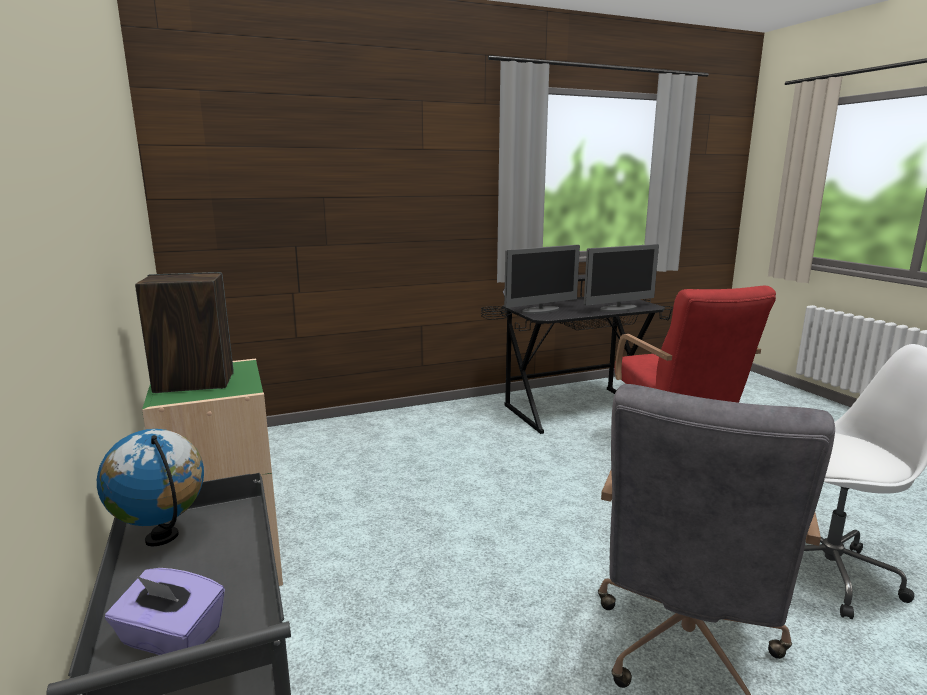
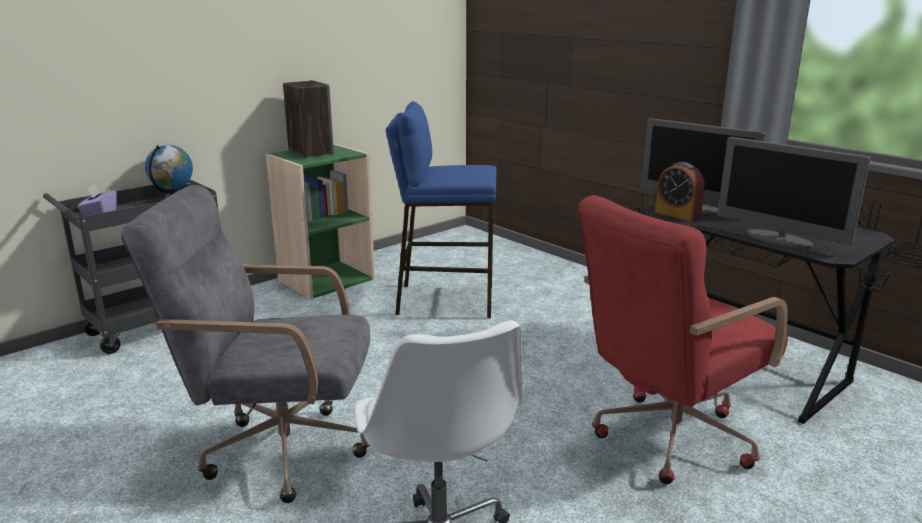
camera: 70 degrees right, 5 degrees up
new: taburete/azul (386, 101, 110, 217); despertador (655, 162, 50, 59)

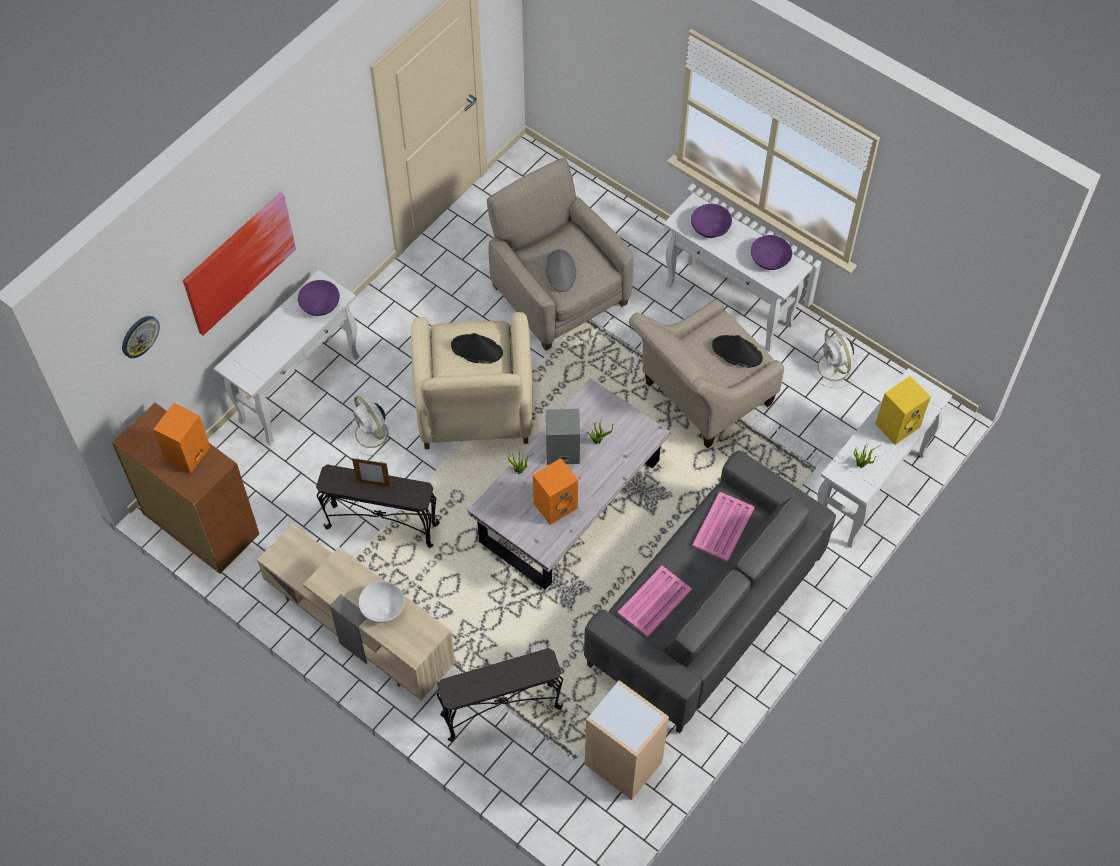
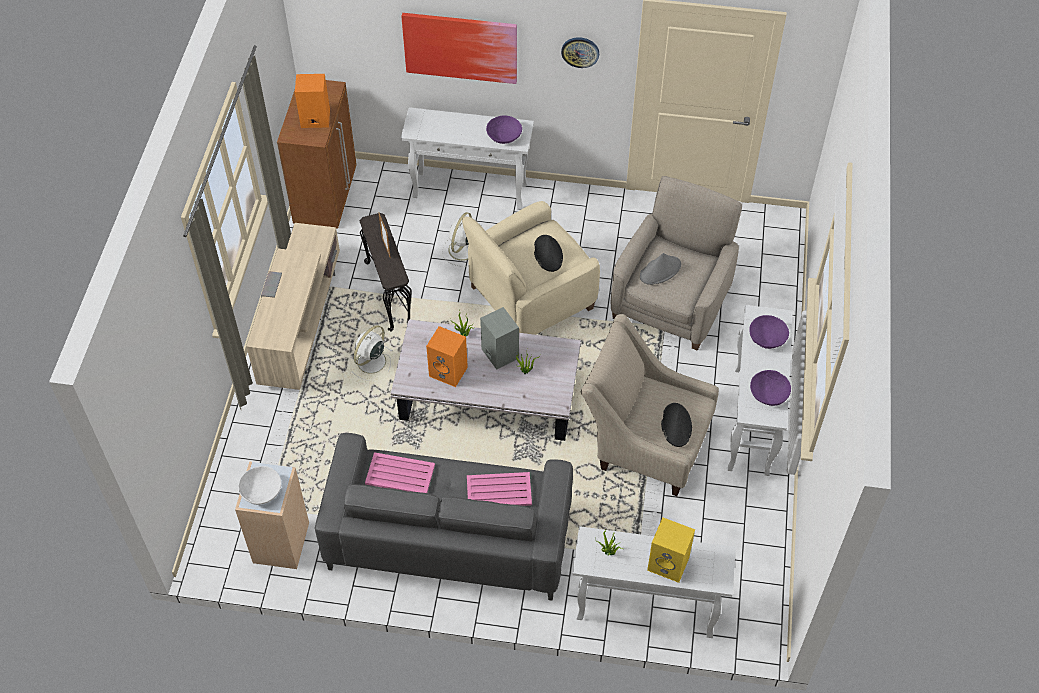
camera: 60 degrees right, 5 degrees down
gone: mesa auxiliar/negro (437, 648, 126, 94)
shifted: reloj de pared (122, 316, 38, 42) to (561, 37, 38, 31); cuenco/blanco (359, 581, 45, 42) to (238, 466, 43, 39); ventilador/blanco (810, 328, 49, 60) to (354, 325, 39, 56)

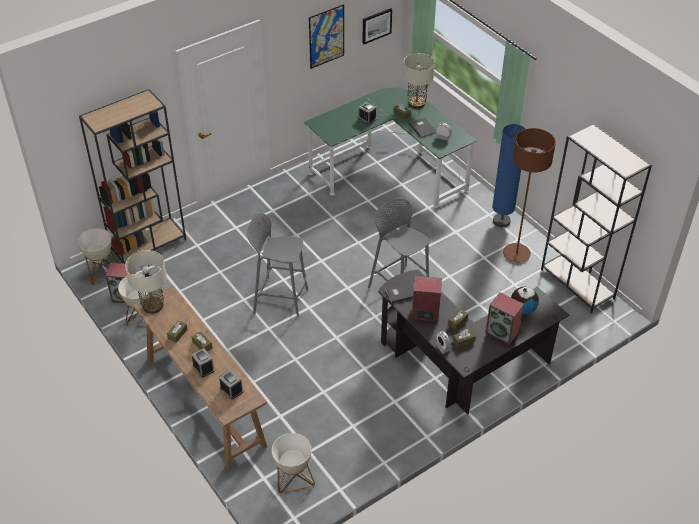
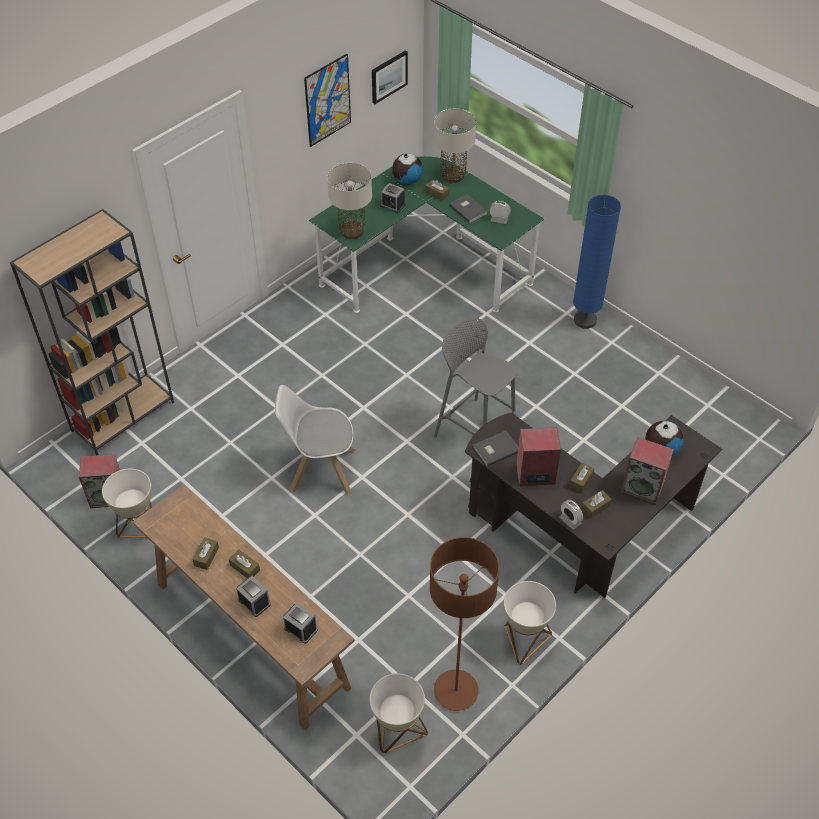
camera: 10 degrees left, 5 degrees up
gone: estantería (541, 123, 111, 190)
new: globo terráqueo (392, 153, 31, 32)
shifted: maceta (78, 228, 39, 57) to (504, 581, 52, 84); lámpara de mesa (125, 250, 42, 64) to (327, 163, 45, 76); lámpara de pie/marrón (503, 128, 53, 135) to (430, 537, 69, 174)
swapped: taburete/gris (247, 213, 61, 104) to silla (275, 385, 80, 110)

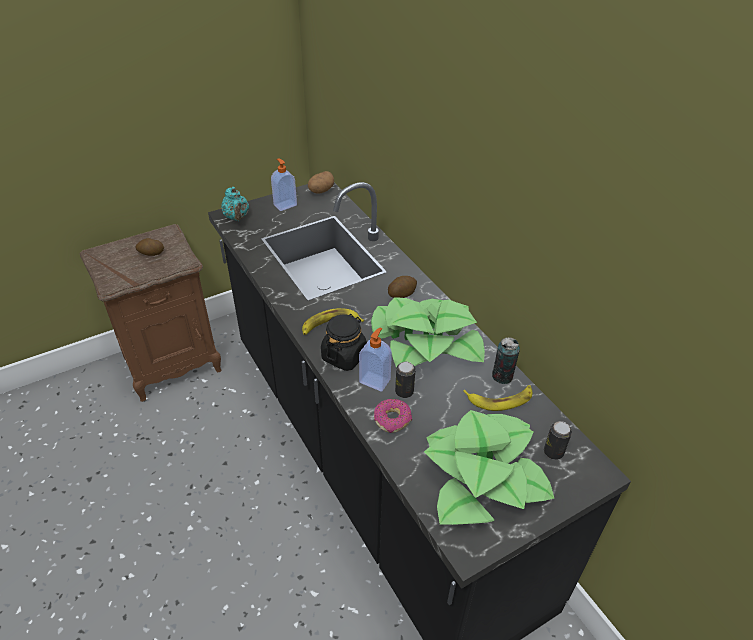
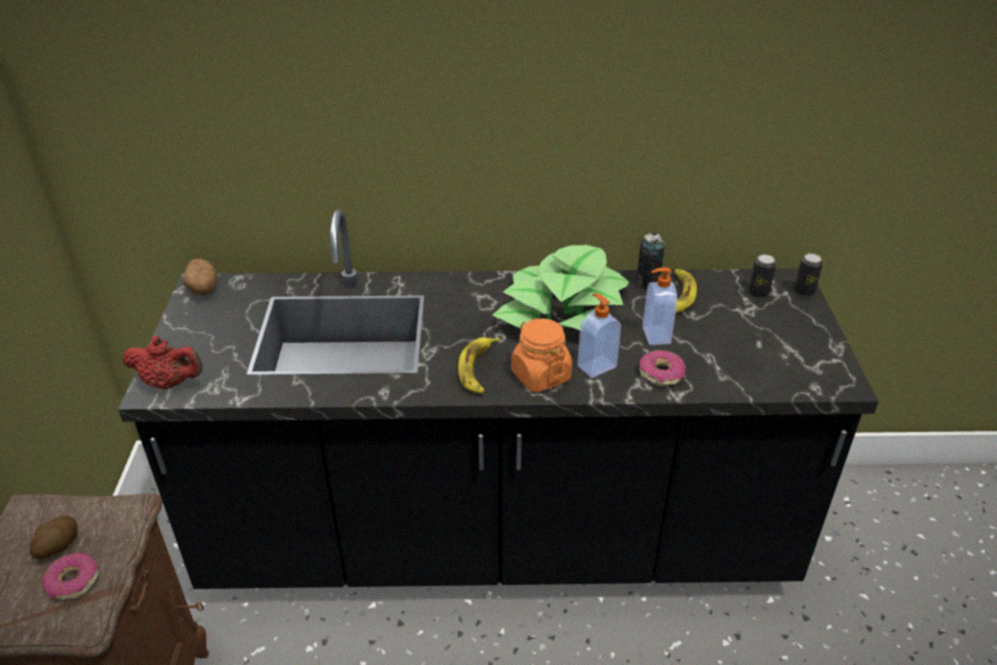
camera: 60 degrees left, 5 degrees down
gone: patata (388, 276, 29, 22); planta en maceta (424, 410, 130, 115)
new: rosquilla (42, 553, 56, 47)
shifted: dispensador de jabón (271, 158, 26, 53) to (643, 267, 34, 78); lata (395, 362, 21, 36) to (794, 253, 29, 44)
repainted: tetera/turquesa (221, 187, 28, 34) to tetera/rojo (123, 336, 80, 53); tarro/negro (321, 314, 46, 57) to tarro/naranja (511, 318, 61, 74)

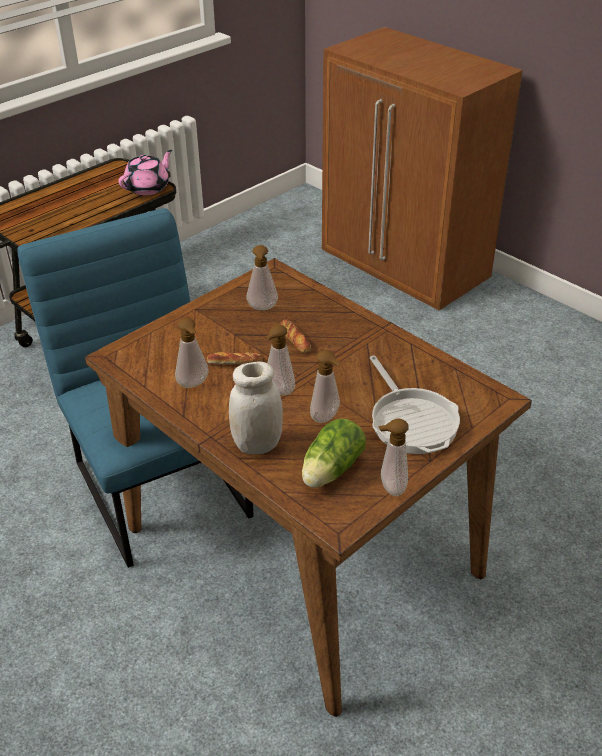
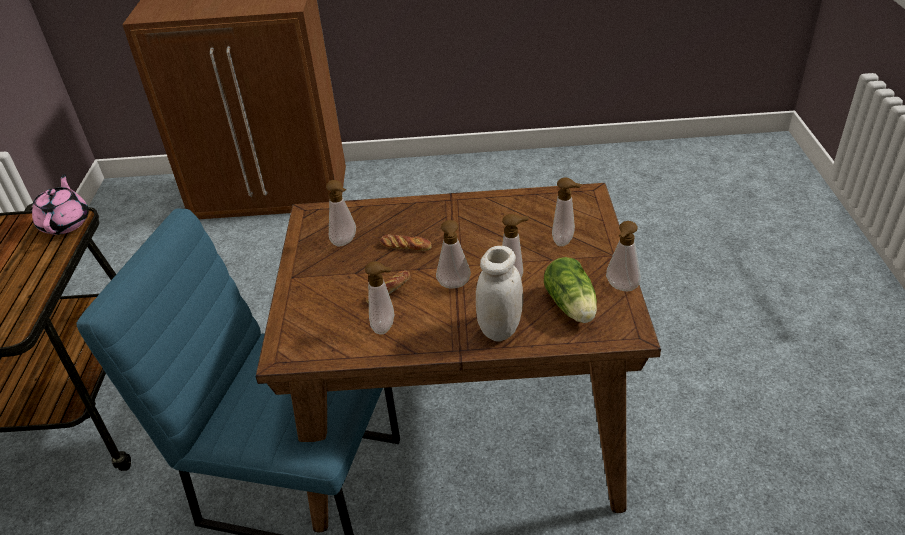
camera: 45 degrees left, 0 degrees up
swapped: sartén (370, 355, 90, 99) to dispensador de jabón (552, 177, 30, 69)

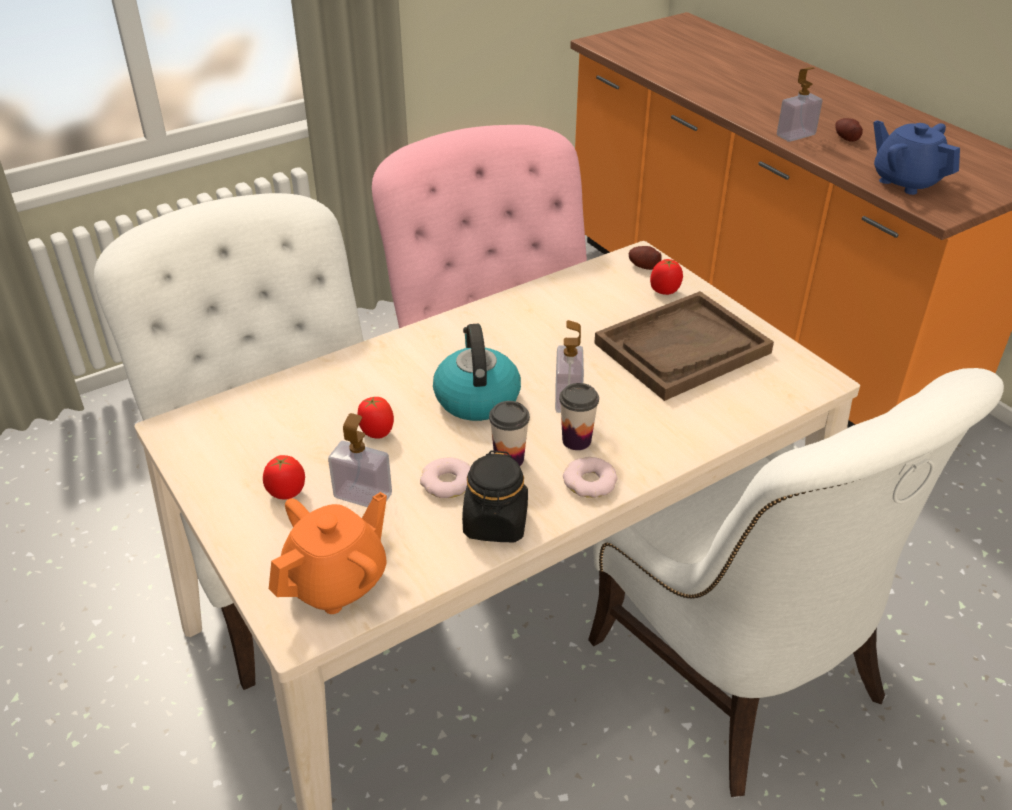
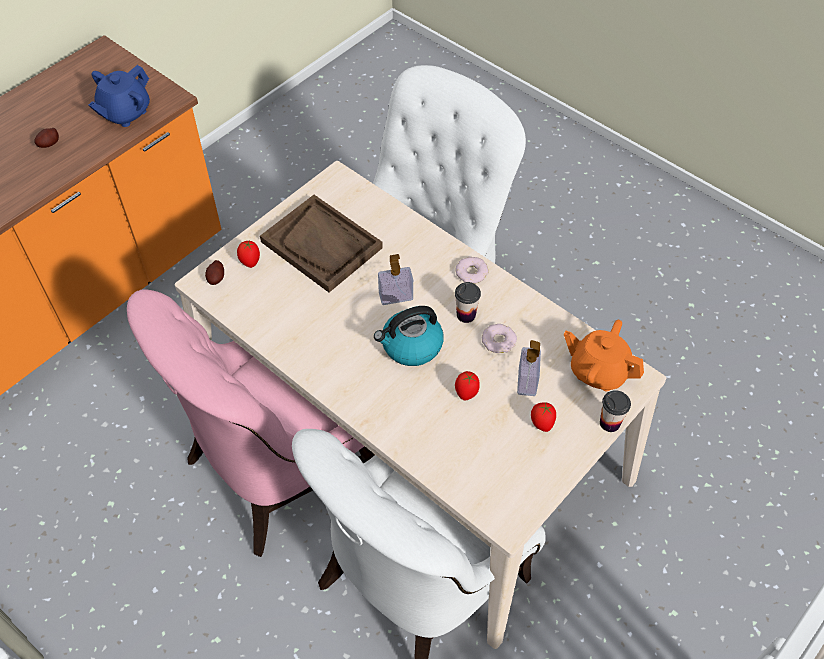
camera: 105 degrees left, 15 degrees up
gone: tarro/negro (462, 450, 66, 92); dispensador de jabón (777, 67, 45, 75)
shifted: taza (559, 383, 40, 67) to (600, 390, 31, 42)

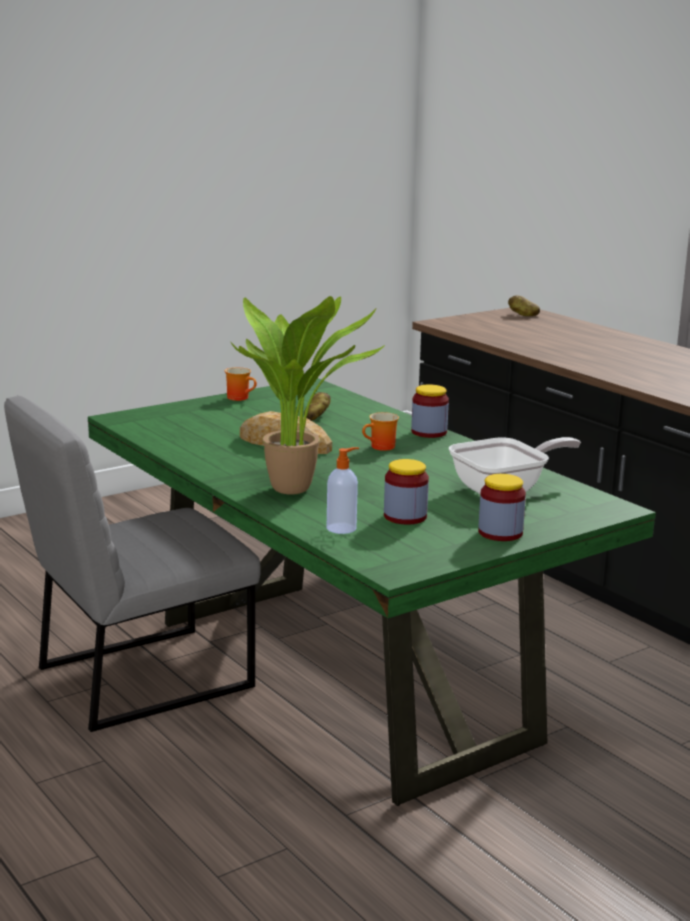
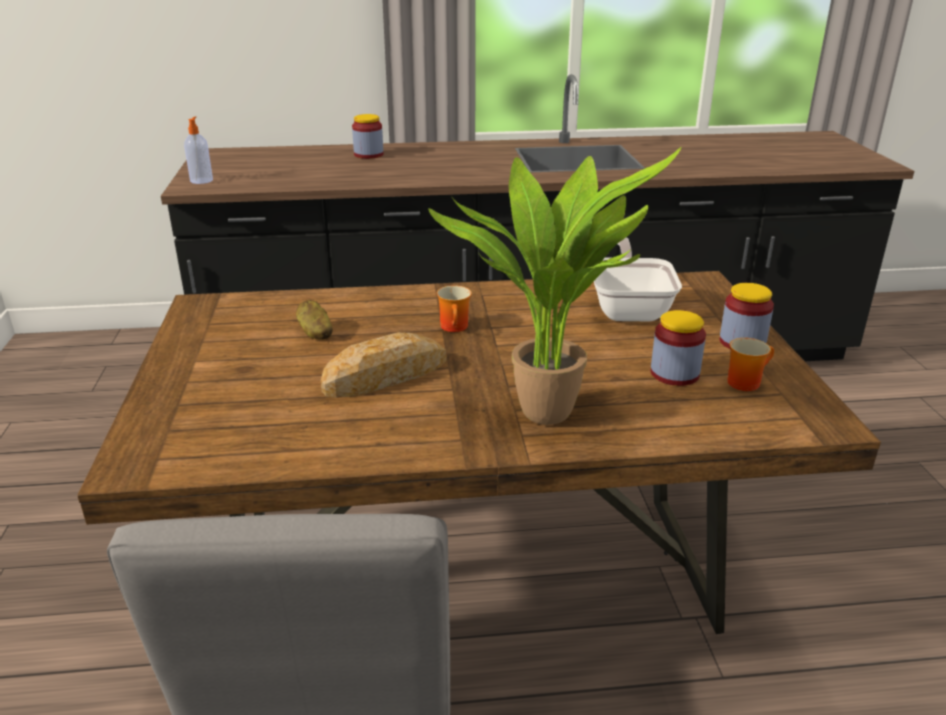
camera: 60 degrees left, 10 degrees up
gone: patata (508, 295, 32, 21)
shifted: taza grande (225, 367, 32, 34) to (727, 338, 47, 53); dispensador de jabón (327, 447, 32, 87) to (184, 117, 29, 67); tarro (411, 385, 38, 53) to (352, 114, 31, 45)
repainted: mesa de comedor/verde (88, 378, 568, 428) to mesa de comedor/marrón (77, 271, 804, 363)

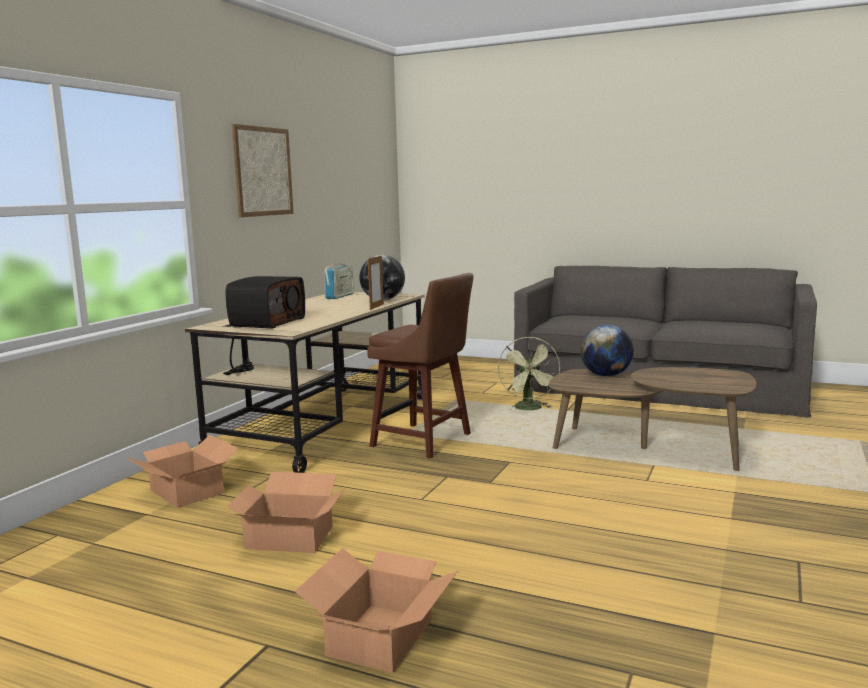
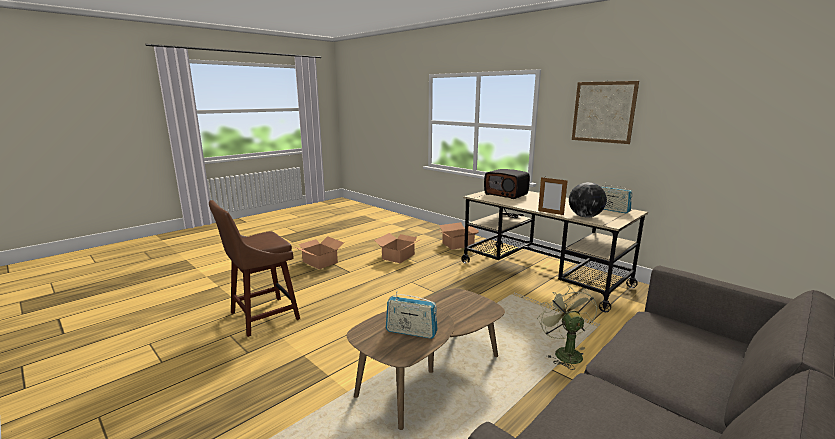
camera: 110 degrees right, 5 degrees up
gone: globo terráqueo (580, 325, 54, 52)
new: radio (386, 291, 52, 48)
shifted: silla/marrón (367, 273, 107, 186) to (209, 200, 91, 137)
rotated: ventilador/verde (498, 337, 62, 73) = (537, 286, 60, 84) 60 degrees clockwise

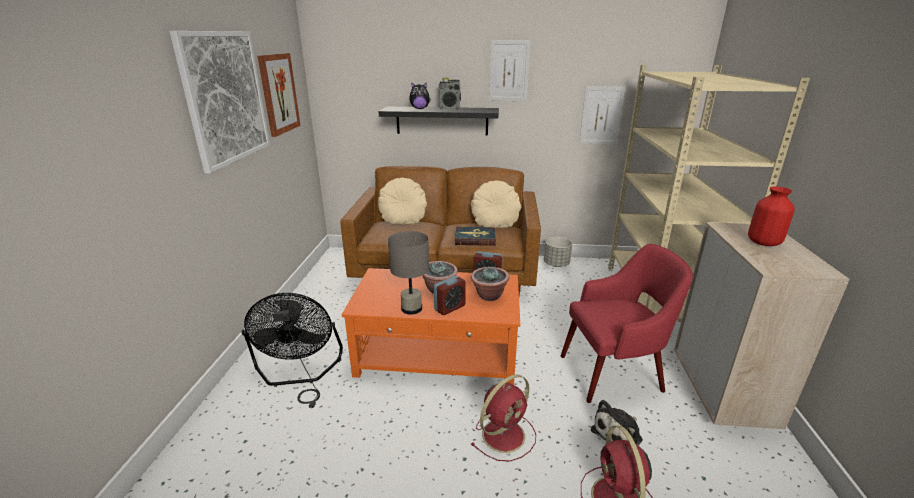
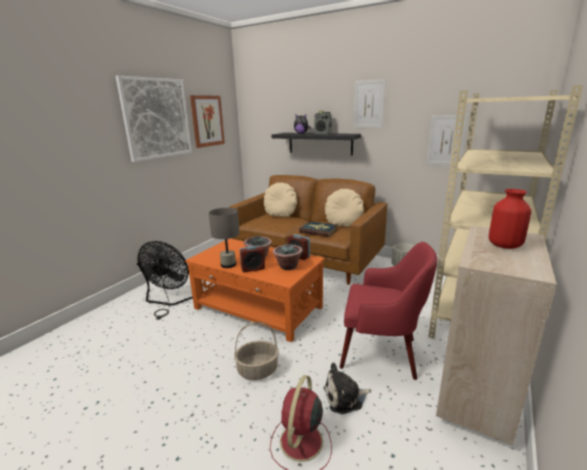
camera: 25 degrees right, 5 degrees down
swapped: ventilador/rojo (471, 374, 65, 87) to cesta (234, 322, 45, 58)

